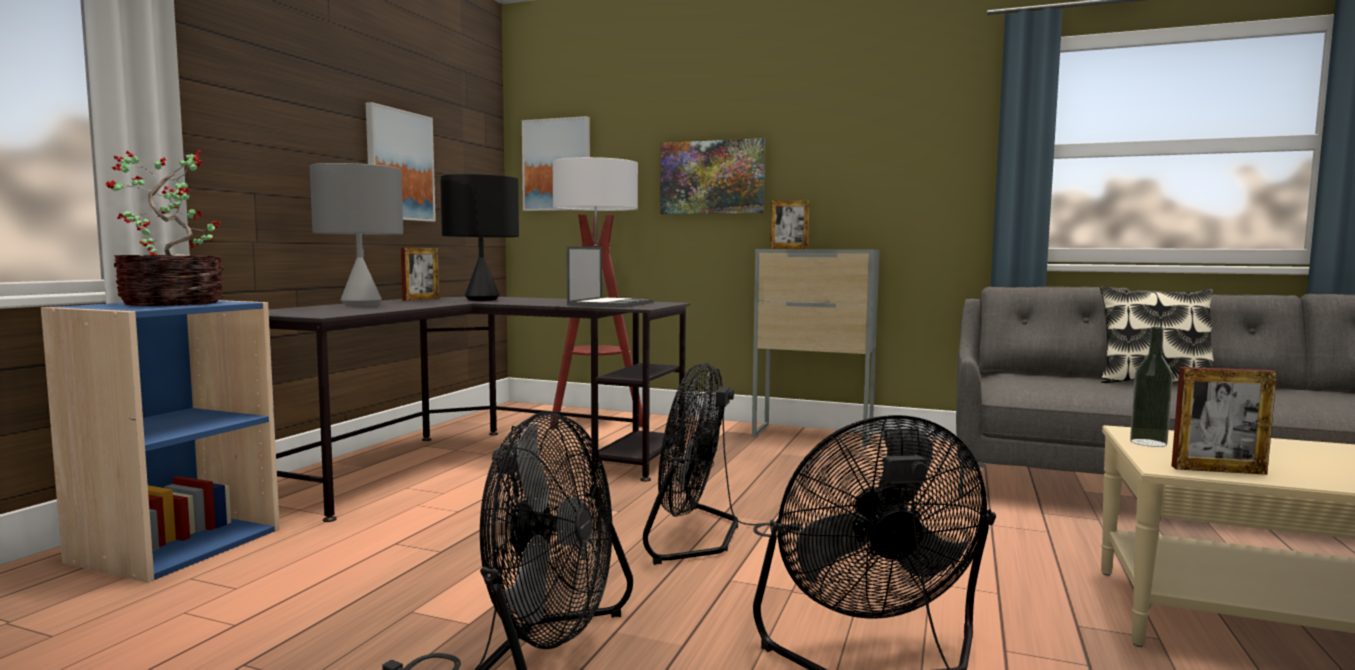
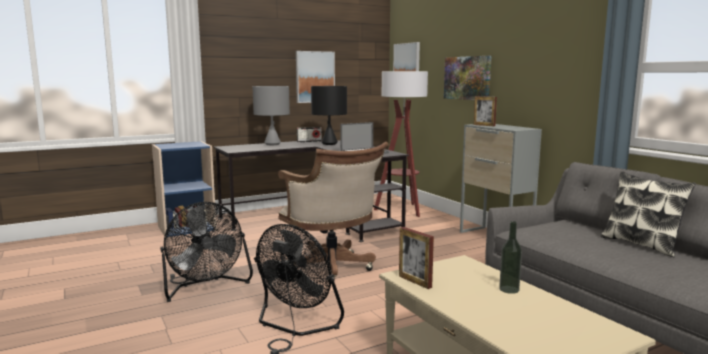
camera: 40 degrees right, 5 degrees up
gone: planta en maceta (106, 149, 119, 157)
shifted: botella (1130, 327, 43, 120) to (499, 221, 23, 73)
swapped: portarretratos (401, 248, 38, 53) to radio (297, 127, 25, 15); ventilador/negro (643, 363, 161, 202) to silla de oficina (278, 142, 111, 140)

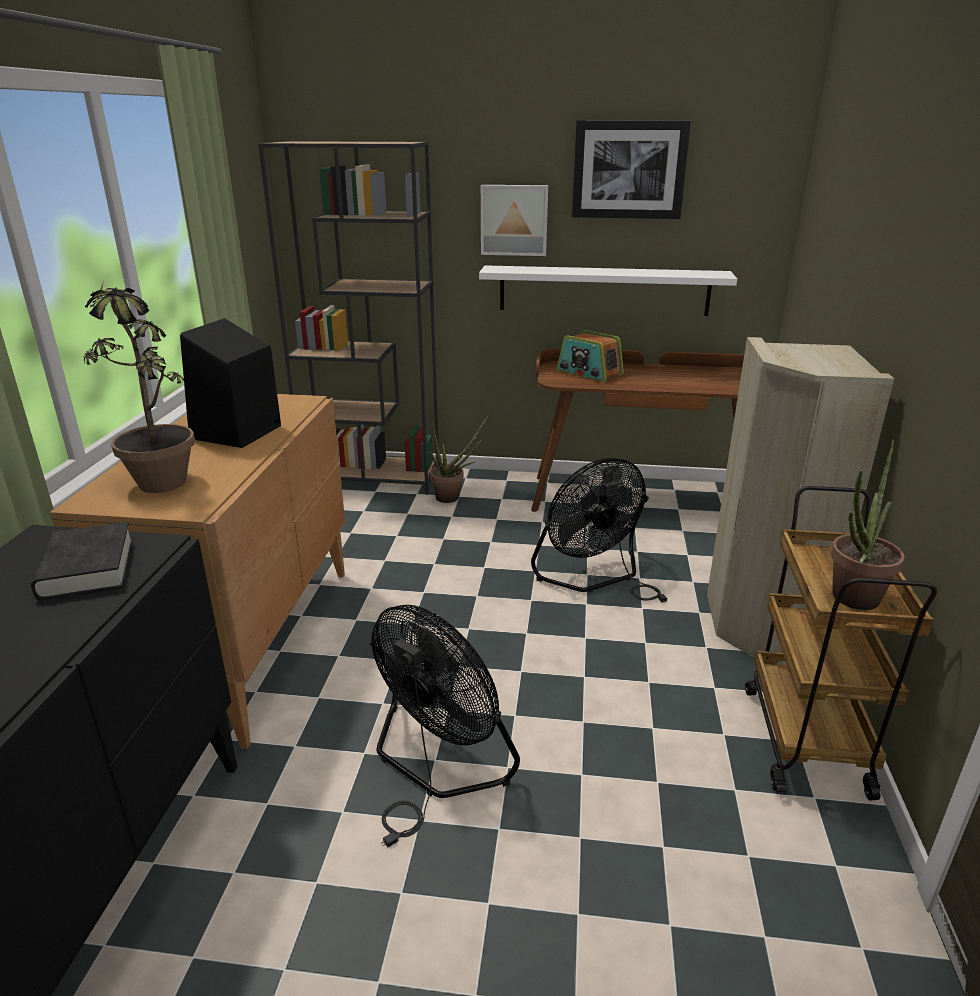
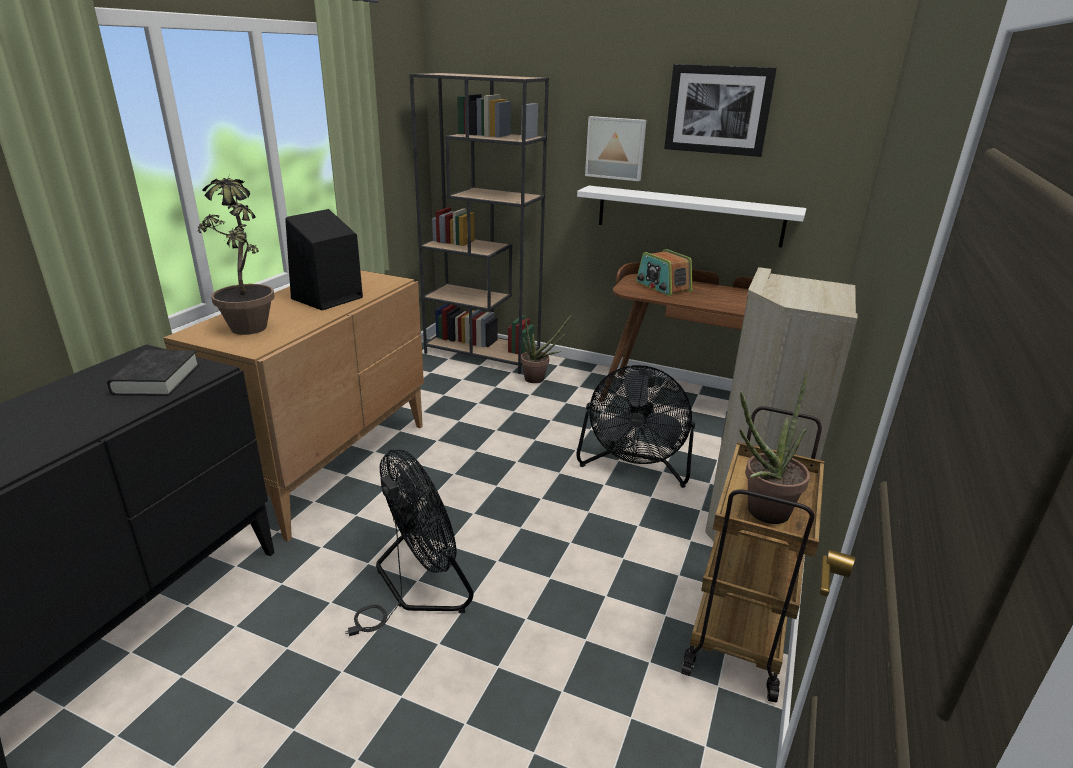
camera: 15 degrees right, 0 degrees up
rotated: ventilador/negro (531, 458, 136, 144) = (577, 365, 118, 123) 150 degrees counterclockwise

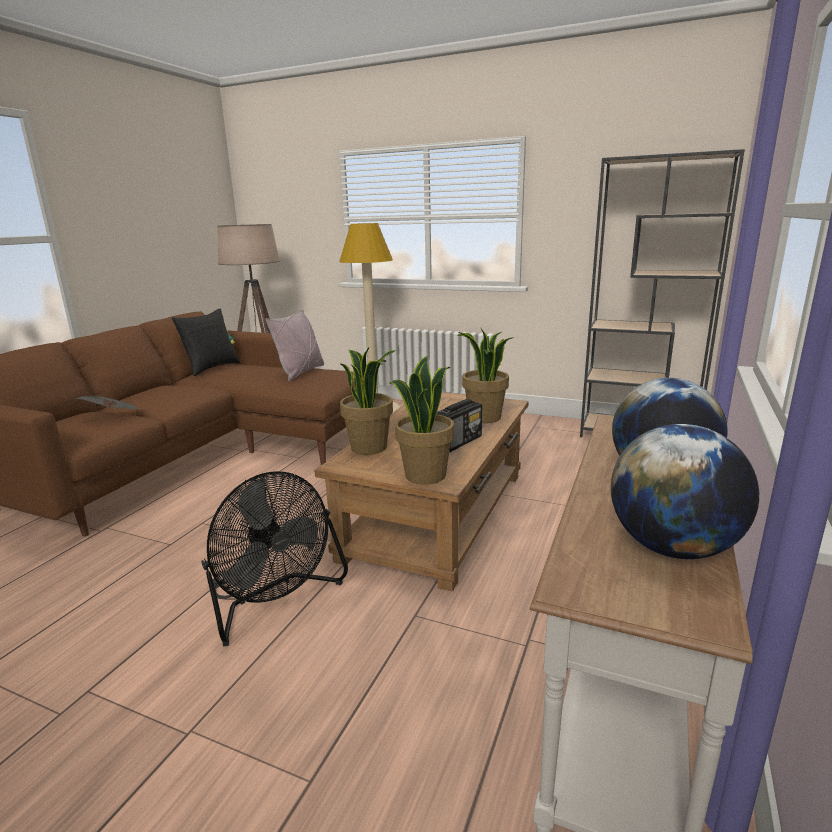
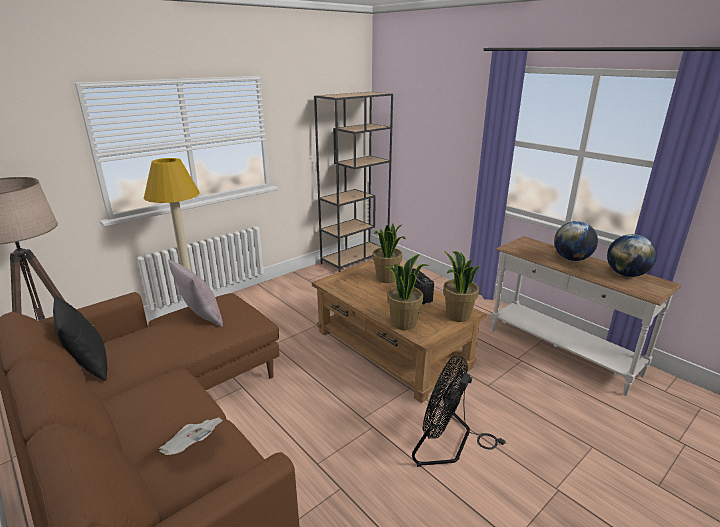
camera: 65 degrees left, 5 degrees up
rotated: ventilador/negro (201, 471, 147, 176) = (412, 356, 94, 111) 135 degrees counterclockwise

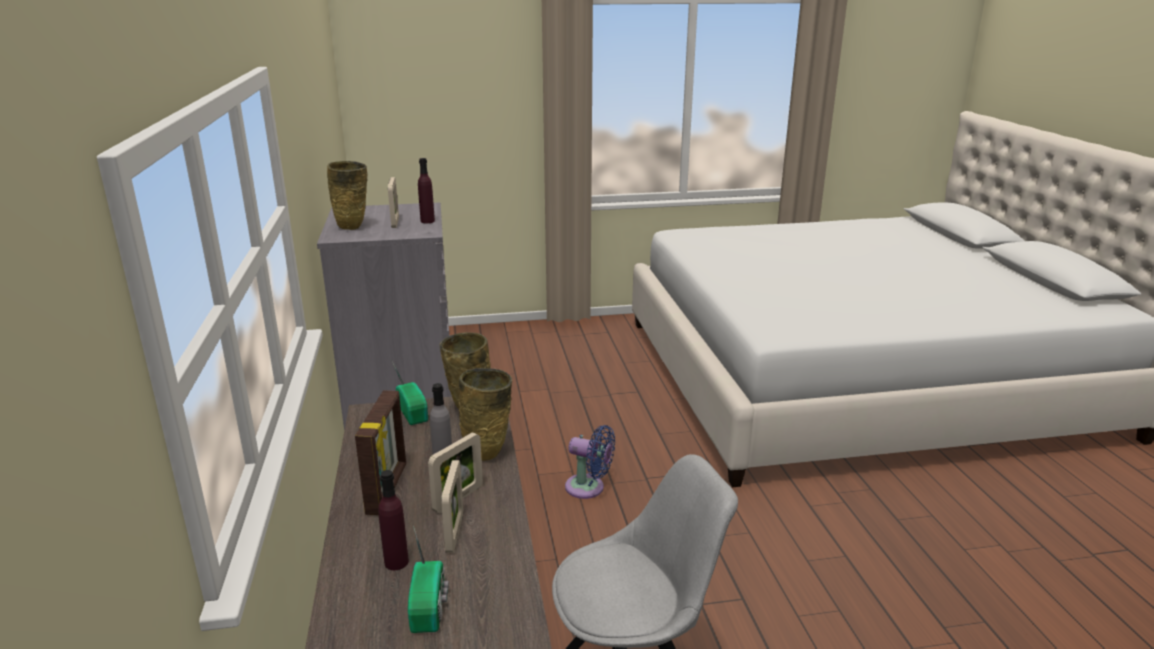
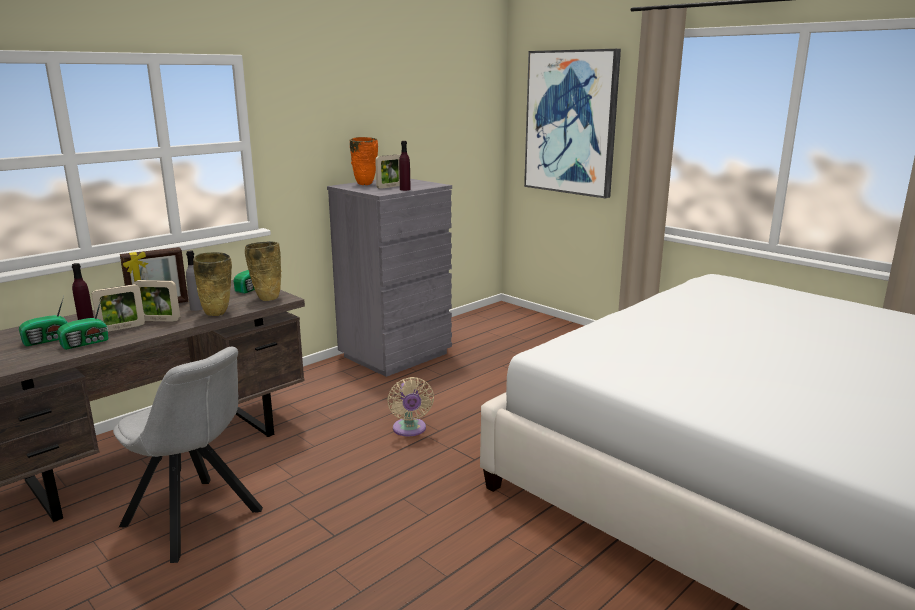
camera: 55 degrees right, 5 degrees down
new: radio (57, 297, 51, 53); cuadro (524, 49, 97, 149)
repainted: florero/beis (327, 161, 40, 69) to florero/naranja (349, 137, 29, 48); ventilador/azul (565, 425, 50, 74) to ventilador/beis (387, 377, 47, 59)

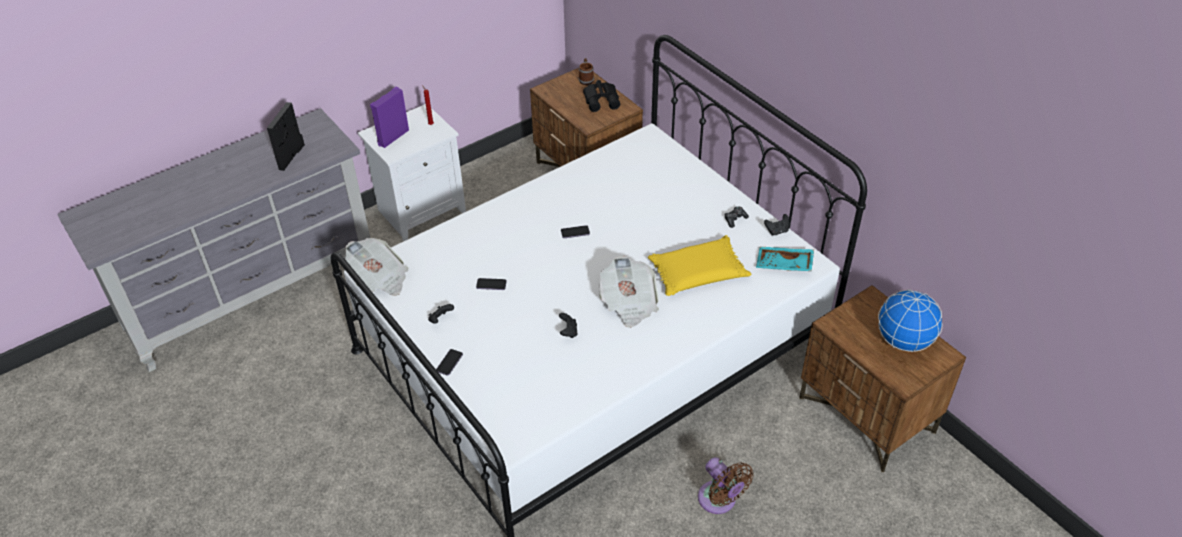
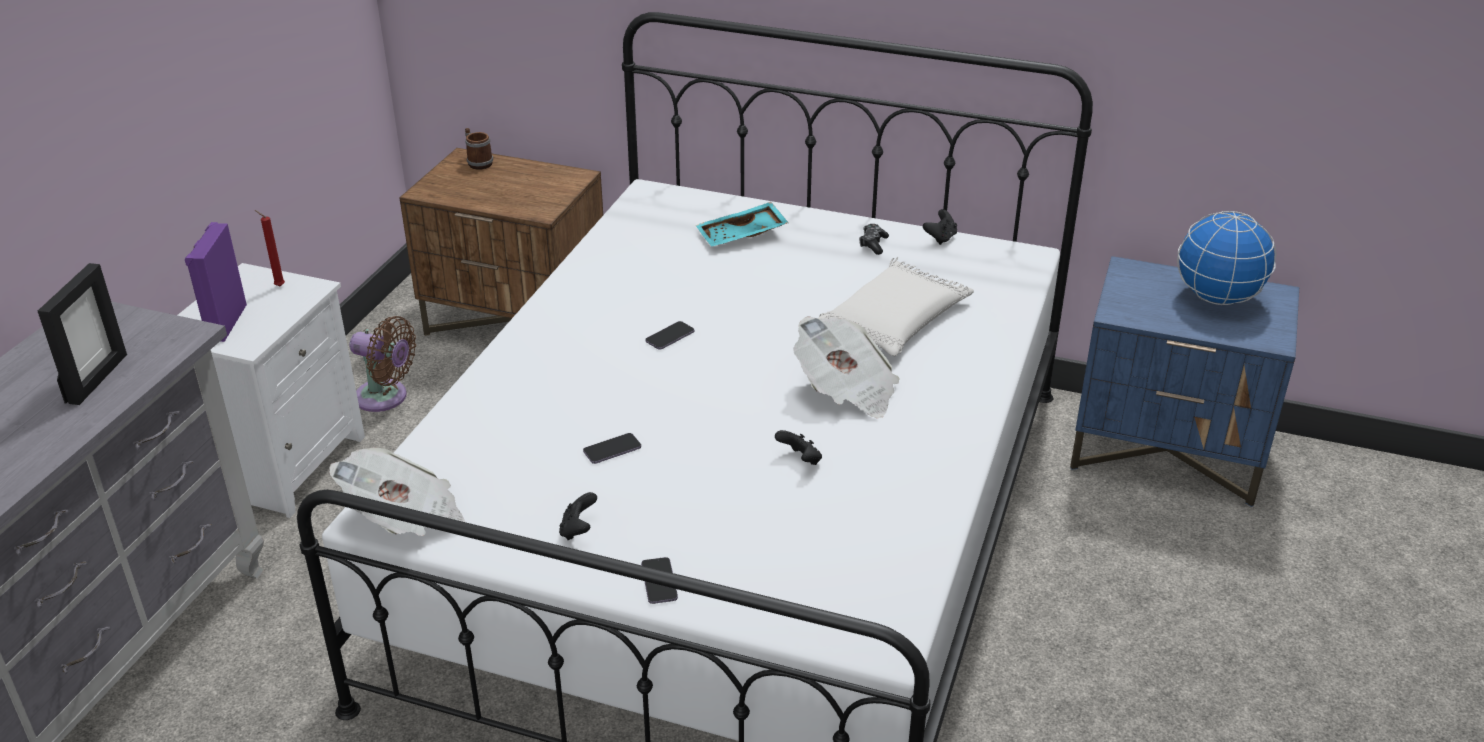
camera: 35 degrees left, 10 degrees down
gone: prismáticos/negro (583, 80, 37, 32)
shifted: ventilador/marrón (698, 457, 55, 57) to (350, 316, 66, 96); bandeja/turquesa (756, 247, 58, 24) to (695, 202, 94, 45)
repainted: cojín/amarillo (648, 235, 103, 61) to cojín/blanco (818, 257, 156, 99); mesita de noche/marrón (799, 285, 167, 187) to mesita de noche/azul (1070, 256, 229, 251)
rotated: portarretratos (267, 102, 38, 69) = (38, 263, 89, 142) 150 degrees counterclockwise

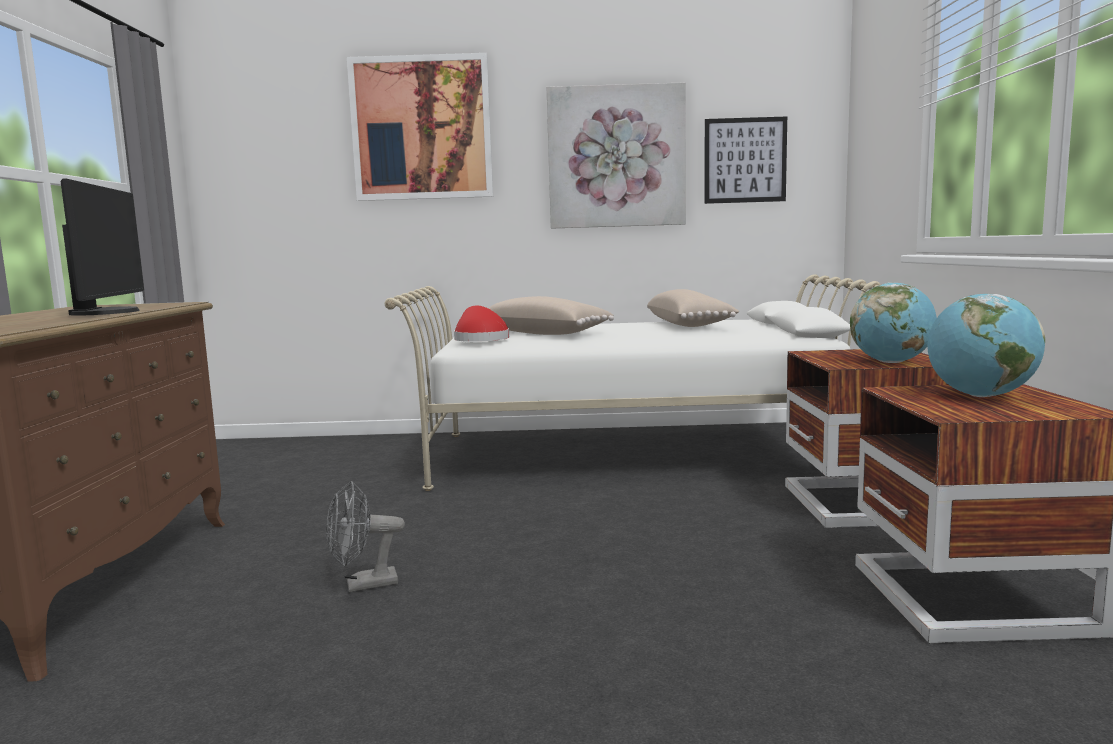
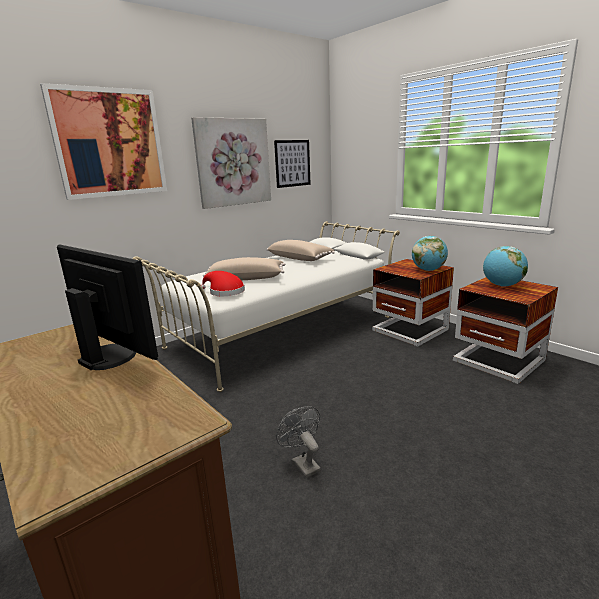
camera: 40 degrees left, 10 degrees up
rotated: ventilador/gris (326, 481, 79, 111) = (276, 406, 45, 72) 120 degrees clockwise

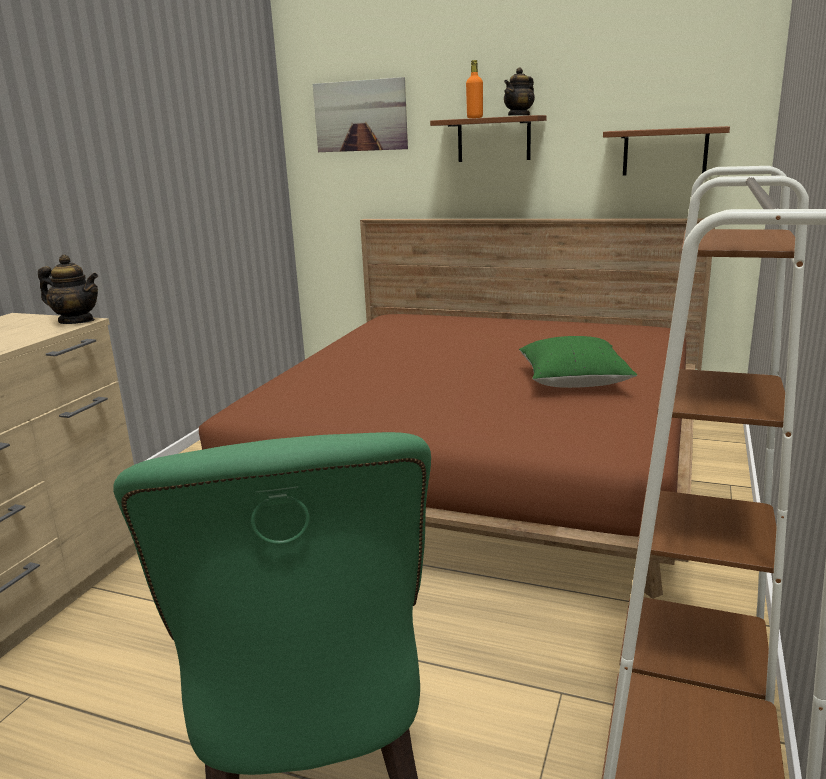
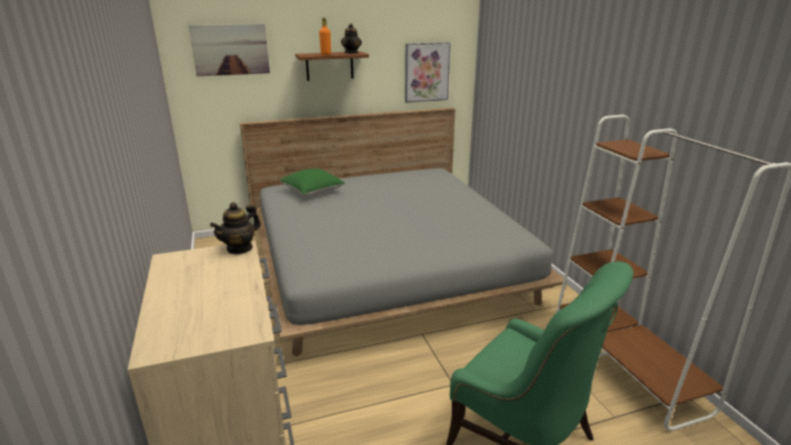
camera: 40 degrees left, 5 degrees up
shifted: cojín/verde (519, 336, 118, 52) to (279, 168, 67, 28)
swapped: estante/marrón (603, 126, 127, 50) to cuadro (405, 43, 46, 60)
repainted: cama/marrón (199, 219, 516, 380) to cama/gris (240, 107, 327, 250)
rotated: tetera (38, 255, 60, 69) = (210, 202, 51, 53) 150 degrees clockwise

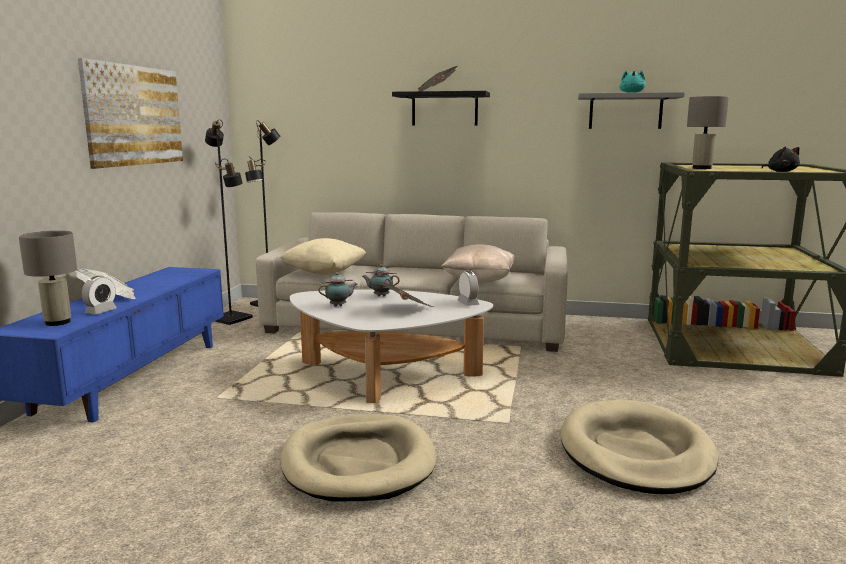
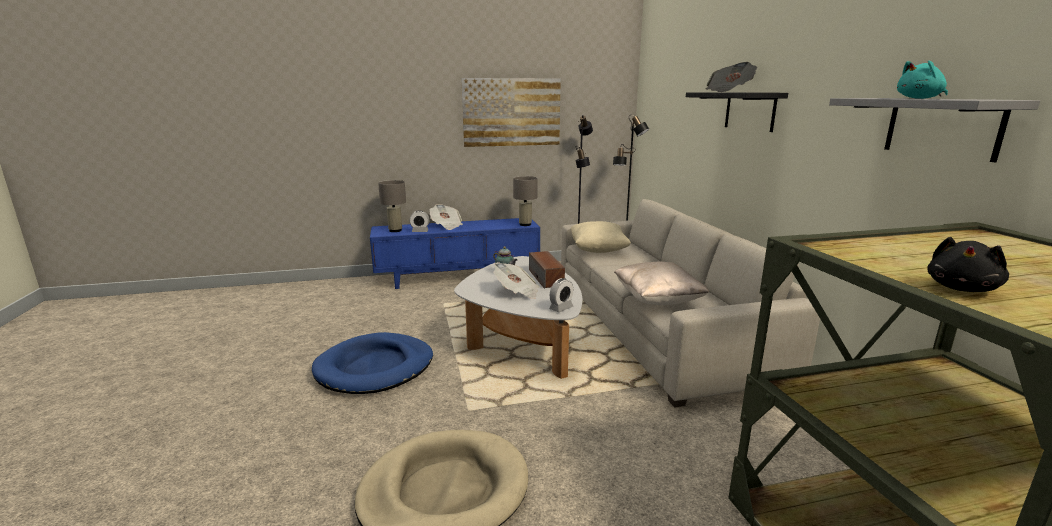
camera: 65 degrees right, 5 degrees up
shifted: lámpara de mesa/gris (687, 96, 42, 73) to (513, 176, 25, 50)
swapped: tetera (362, 264, 38, 33) to altavoz (529, 251, 36, 37)
repainted: cama para perro/beis (281, 414, 155, 87) to cama para perro/azul (312, 332, 121, 62)

